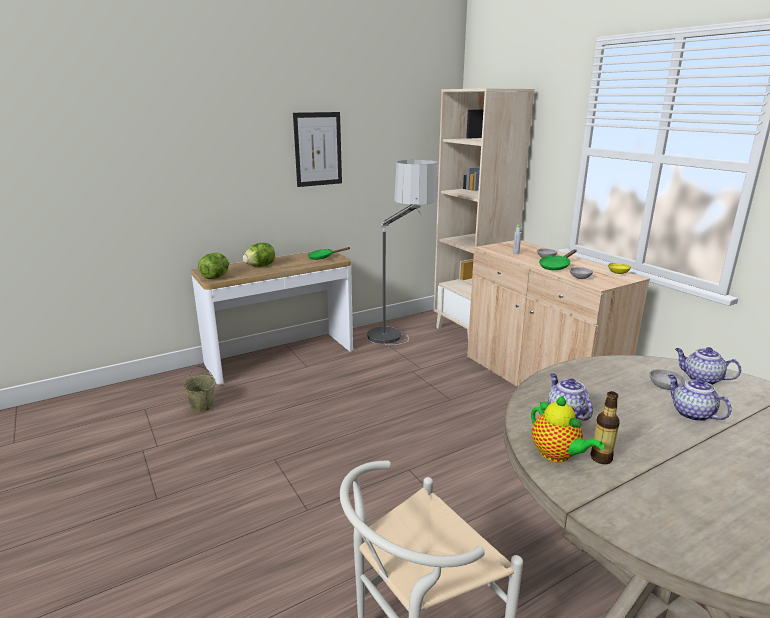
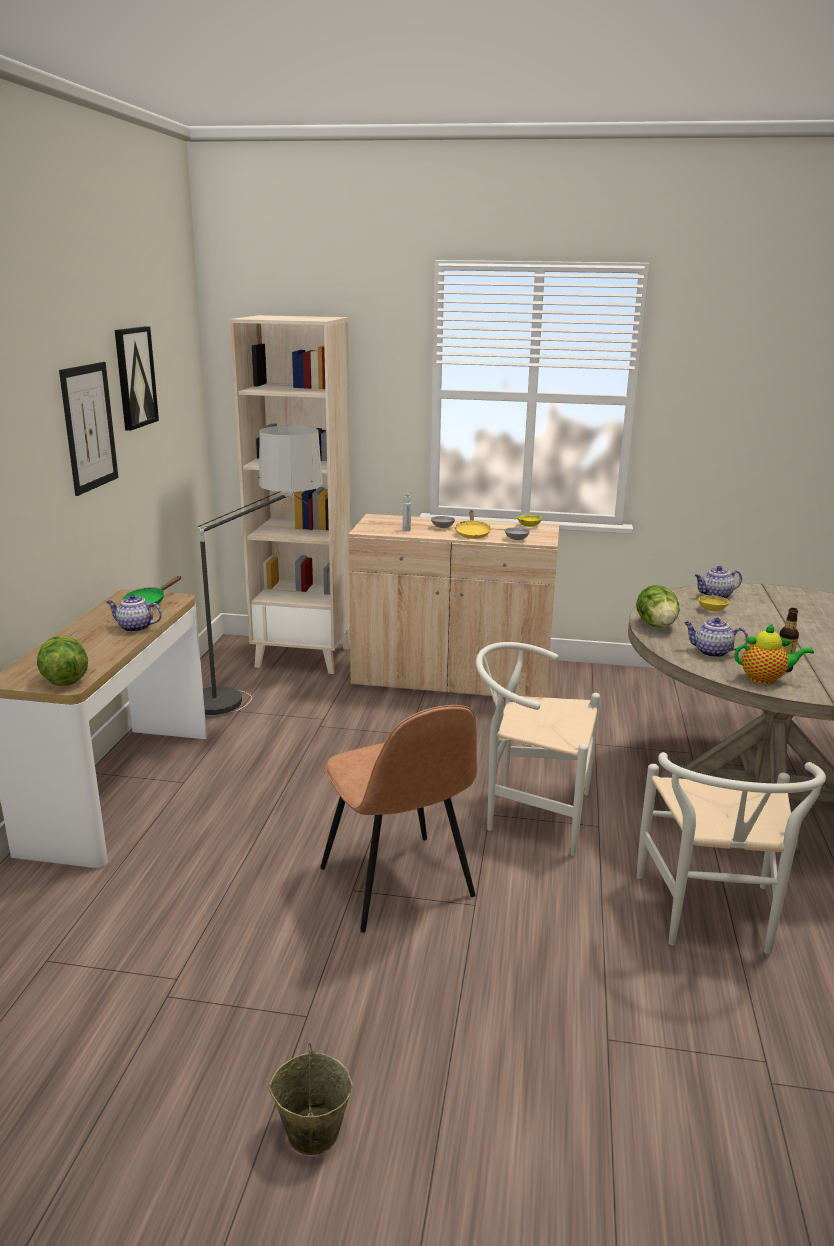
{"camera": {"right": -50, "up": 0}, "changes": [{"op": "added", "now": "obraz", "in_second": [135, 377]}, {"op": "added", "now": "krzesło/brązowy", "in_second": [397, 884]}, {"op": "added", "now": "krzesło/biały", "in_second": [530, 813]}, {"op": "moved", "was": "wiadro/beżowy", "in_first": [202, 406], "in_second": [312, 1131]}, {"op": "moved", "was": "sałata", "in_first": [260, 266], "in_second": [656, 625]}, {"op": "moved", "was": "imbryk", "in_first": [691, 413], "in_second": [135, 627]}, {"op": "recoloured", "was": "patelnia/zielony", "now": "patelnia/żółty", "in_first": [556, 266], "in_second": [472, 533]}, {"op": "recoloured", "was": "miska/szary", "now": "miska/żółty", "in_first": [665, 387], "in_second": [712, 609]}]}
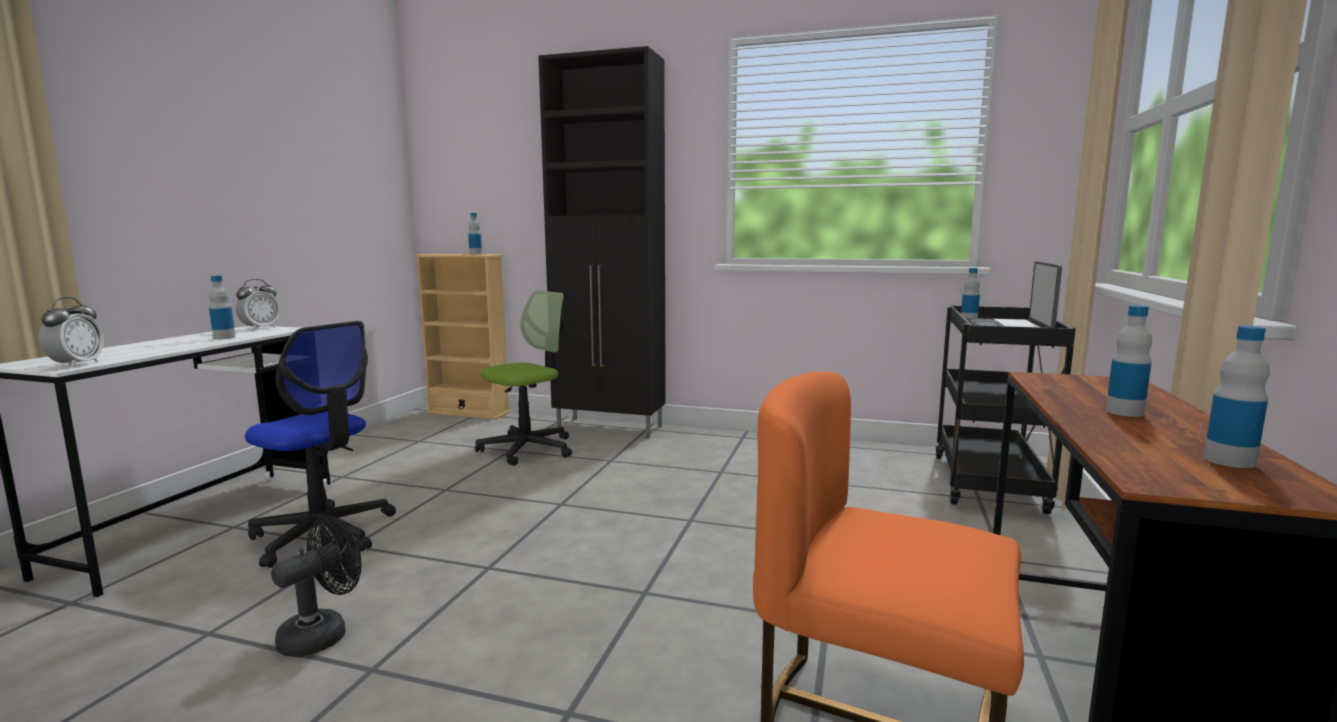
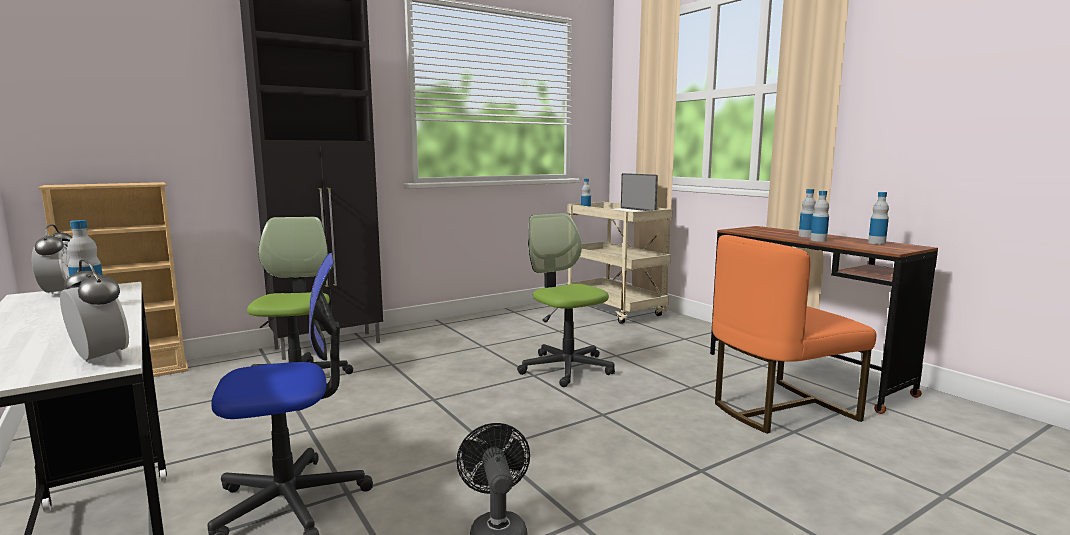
{"camera": {"right": -50, "up": 0}, "changes": [{"op": "added", "now": "krzesło biurowe", "in_second": [566, 368]}, {"op": "moved", "was": "butelka", "in_first": [475, 254], "in_second": [818, 240]}, {"op": "recoloured", "was": "wózek/czarny", "now": "wózek/beżowy", "in_first": [990, 485], "in_second": [615, 311]}]}
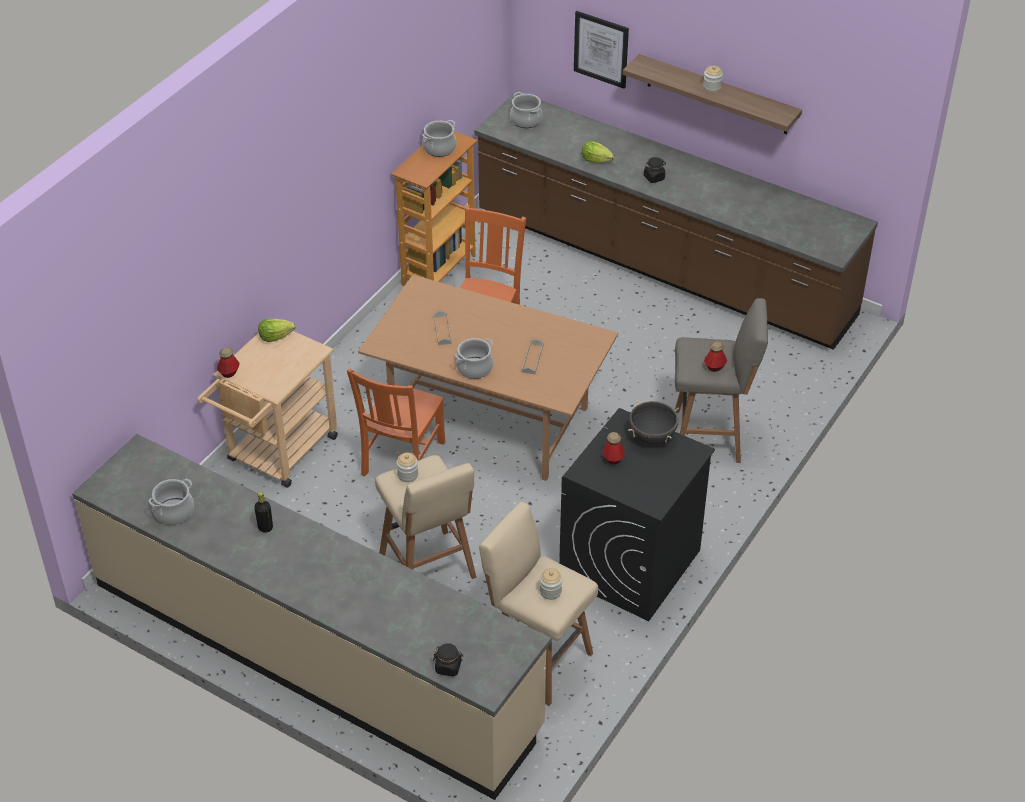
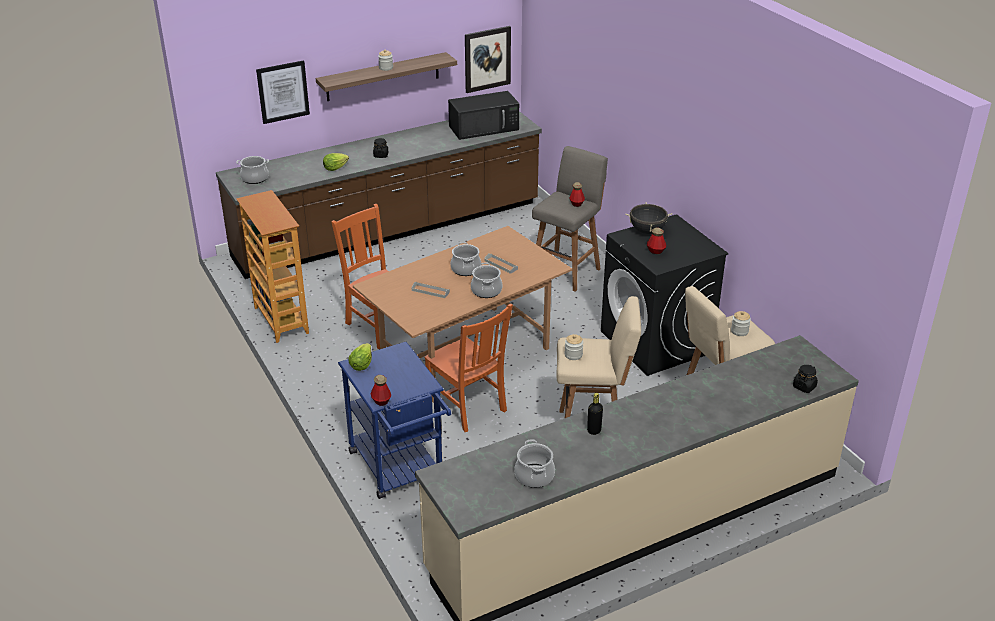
{"camera": {"right": -60, "up": -10}, "changes": [{"op": "added", "now": "mikrofalówka/czarny", "in_second": [484, 127]}, {"op": "added", "now": "obraz", "in_second": [487, 59]}, {"op": "moved", "was": "garnek", "in_first": [439, 148], "in_second": [466, 269]}, {"op": "recoloured", "was": "wózek/beżowy", "now": "wózek/niebieski", "in_first": [277, 454], "in_second": [400, 469]}]}
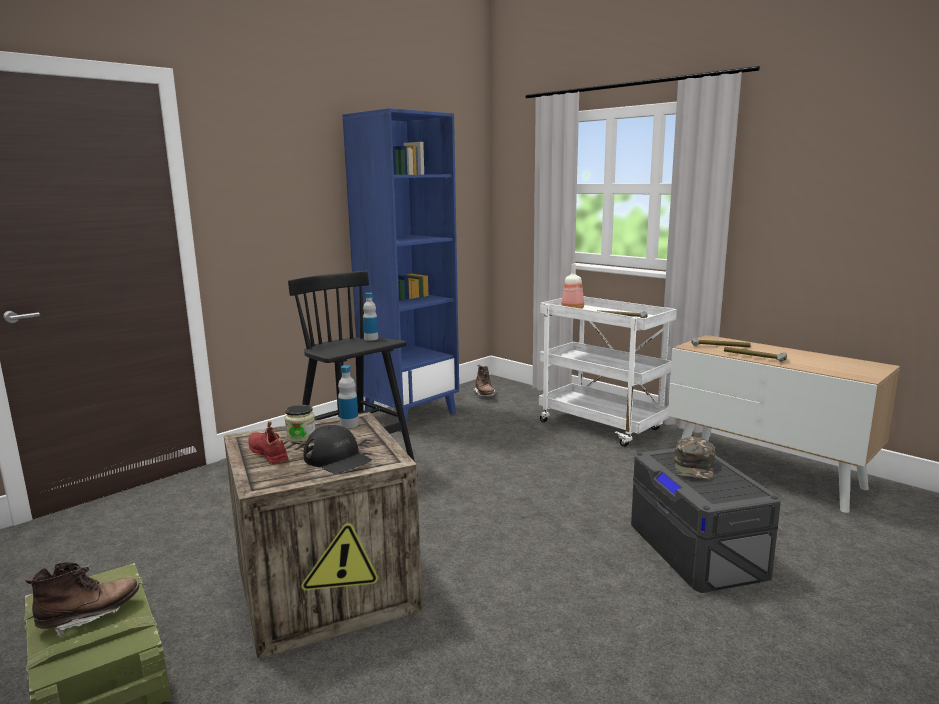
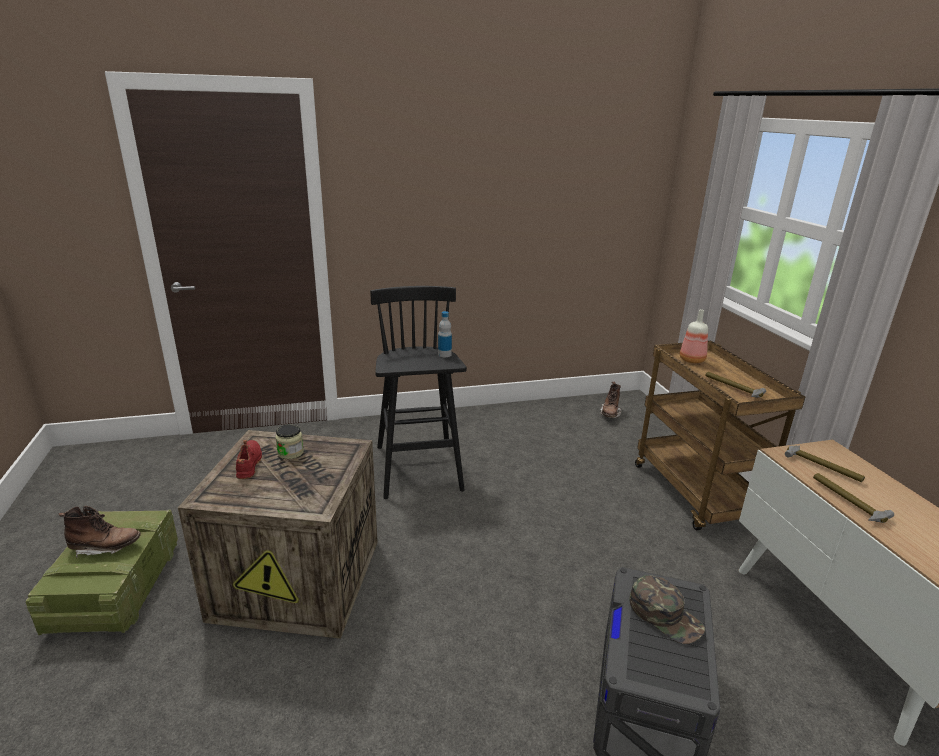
{"camera": {"right": 30, "up": 10}, "changes": [{"op": "removed", "was": "czapka z daszkiem/czarny", "in_first": [337, 459]}, {"op": "removed", "was": "butelka", "in_first": [349, 424]}, {"op": "removed", "was": "regał/niebieski", "in_first": [410, 415]}, {"op": "recoloured", "was": "wózek/biały", "now": "wózek/brązowy", "in_first": [602, 426], "in_second": [697, 494]}, {"op": "turned", "was": "czapka z daszkiem/zielony", "in_first": [694, 466], "in_second": [665, 615], "clockwise": -90}]}
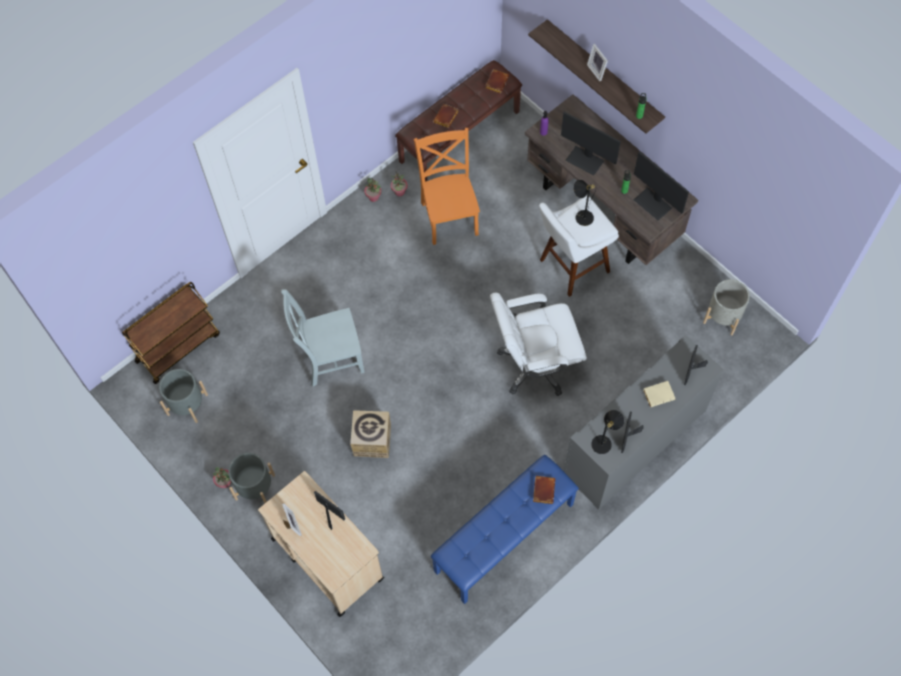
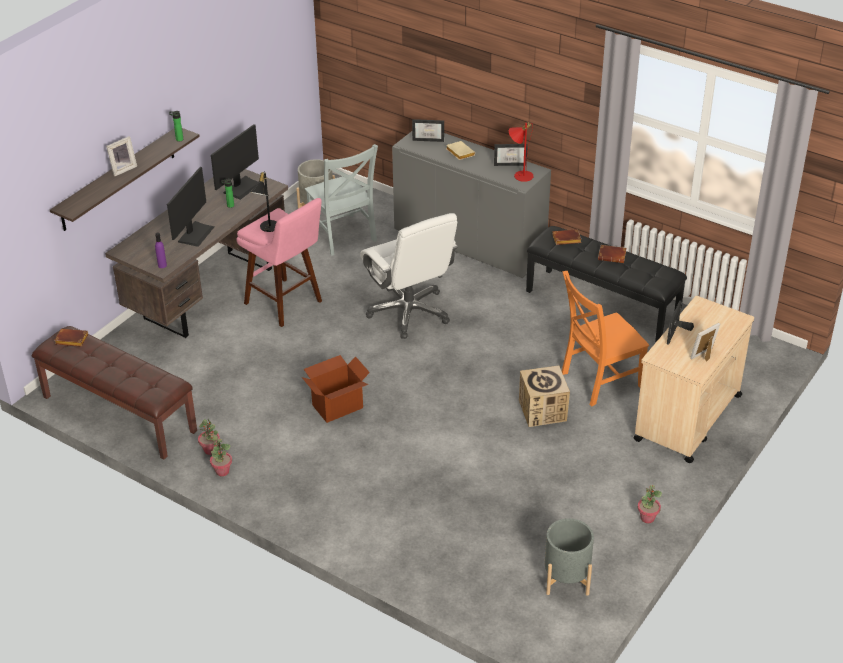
{"camera": {"right": -105, "up": -25}, "changes": [{"op": "removed", "was": "wózek/brązowy", "in_first": [178, 347]}, {"op": "removed", "was": "donica/szary", "in_first": [255, 487]}, {"op": "added", "now": "karton", "in_second": [337, 406]}, {"op": "moved", "was": "krzesło/szary", "in_first": [329, 358], "in_second": [343, 236]}, {"op": "moved", "was": "krzesło/pomarańczowy", "in_first": [449, 216], "in_second": [598, 381]}, {"op": "moved", "was": "książka/brązowy", "in_first": [446, 118], "in_second": [612, 256]}, {"op": "recoloured", "was": "ławka/niebieski", "now": "ławka/czarny", "in_first": [504, 538], "in_second": [602, 305]}, {"op": "recoloured", "was": "stołek/biały", "now": "stołek/różowy", "in_first": [570, 268], "in_second": [286, 304]}, {"op": "recoloured", "was": "lampa stołowa/czarny", "now": "lampa stołowa/czerwony", "in_first": [604, 442], "in_second": [520, 175]}]}
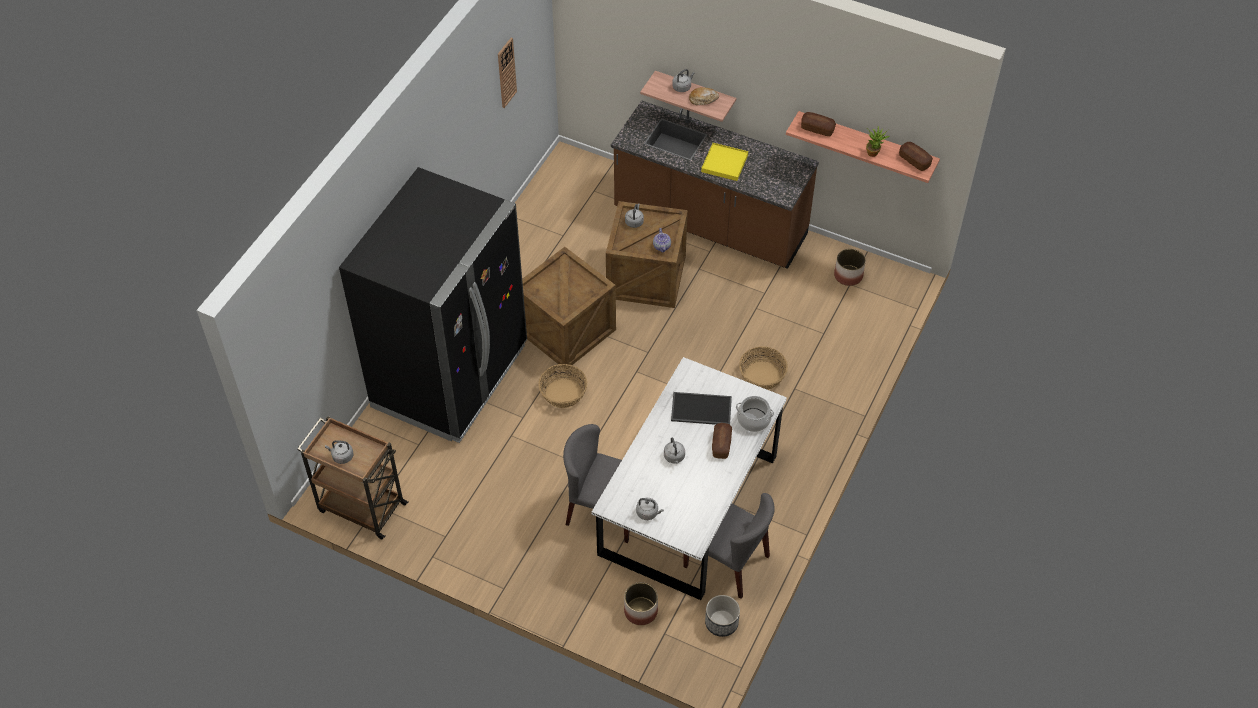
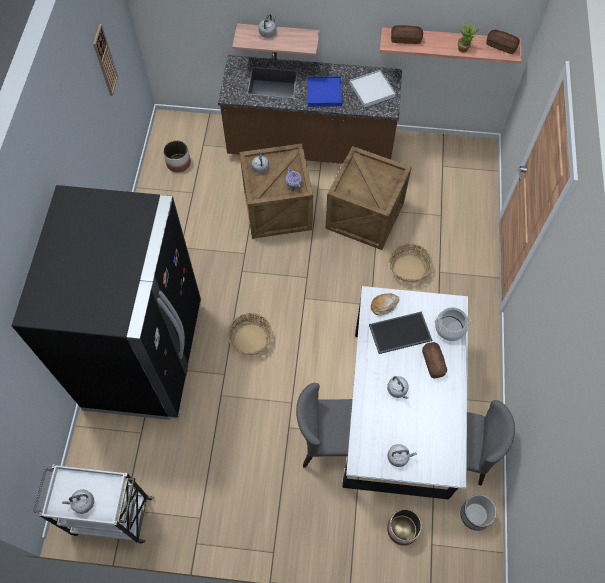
{"camera": {"right": -20, "up": 10}, "changes": [{"op": "added", "now": "taca/biały", "in_second": [372, 90]}, {"op": "moved", "was": "skrzynka", "in_first": [566, 329], "in_second": [364, 214]}, {"op": "moved", "was": "chleb", "in_first": [703, 99], "in_second": [384, 305]}, {"op": "moved", "was": "donica", "in_first": [848, 276], "in_second": [178, 163]}, {"op": "recoloured", "was": "wózek/brązowy", "now": "wózek/biały", "in_first": [360, 507], "in_second": [110, 516]}, {"op": "recoloured", "was": "taca/żółty", "now": "taca/niebieski", "in_first": [724, 163], "in_second": [324, 93]}]}
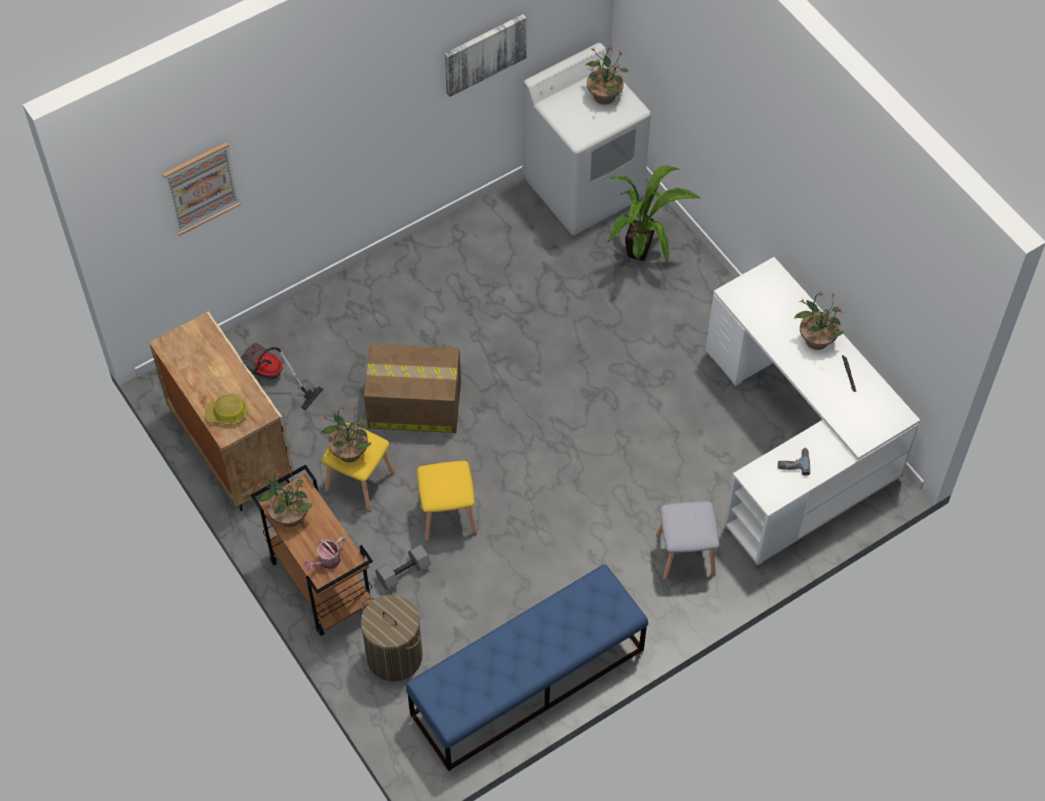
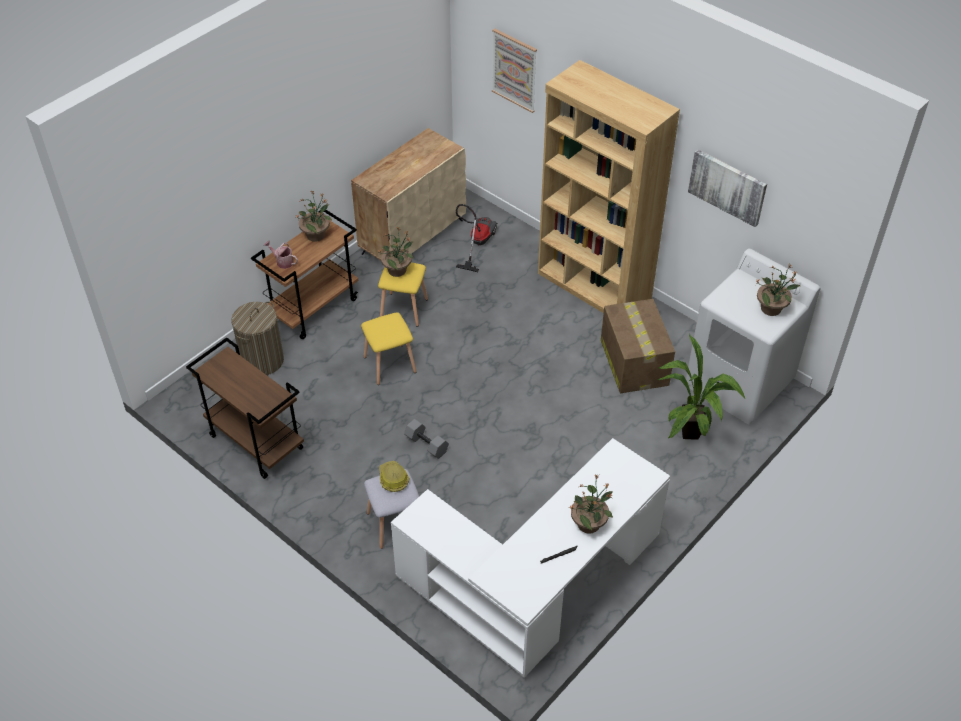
{"camera": {"right": 75, "up": -10}, "changes": [{"op": "removed", "was": "wiertarka", "in_first": [793, 462]}, {"op": "added", "now": "regał/brązowy", "in_second": [593, 287]}, {"op": "moved", "was": "kask", "in_first": [227, 413], "in_second": [393, 479]}, {"op": "moved", "was": "karton", "in_first": [413, 404], "in_second": [633, 361]}, {"op": "moved", "was": "hantel/szary", "in_first": [403, 571], "in_second": [427, 444]}, {"op": "replaced", "was": "ławka/niebieski", "now": "wózek/brązowy", "in_first": [527, 682], "in_second": [255, 442]}]}
